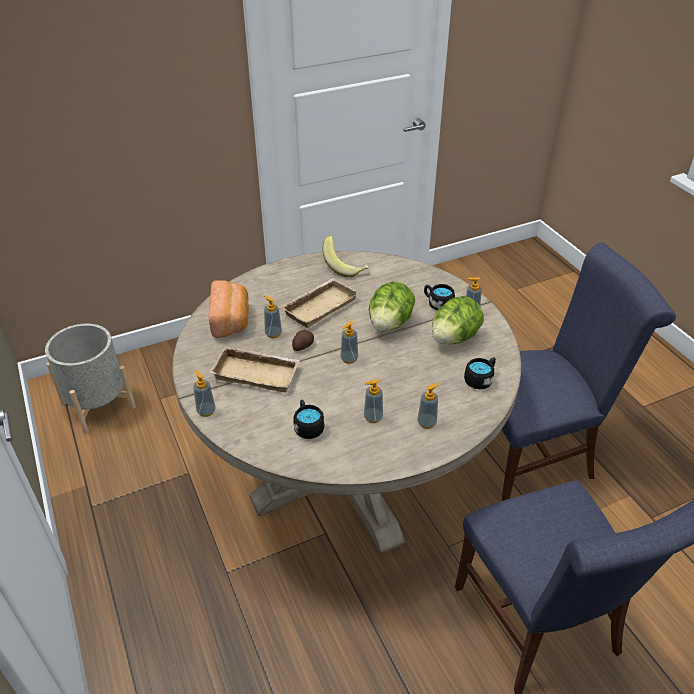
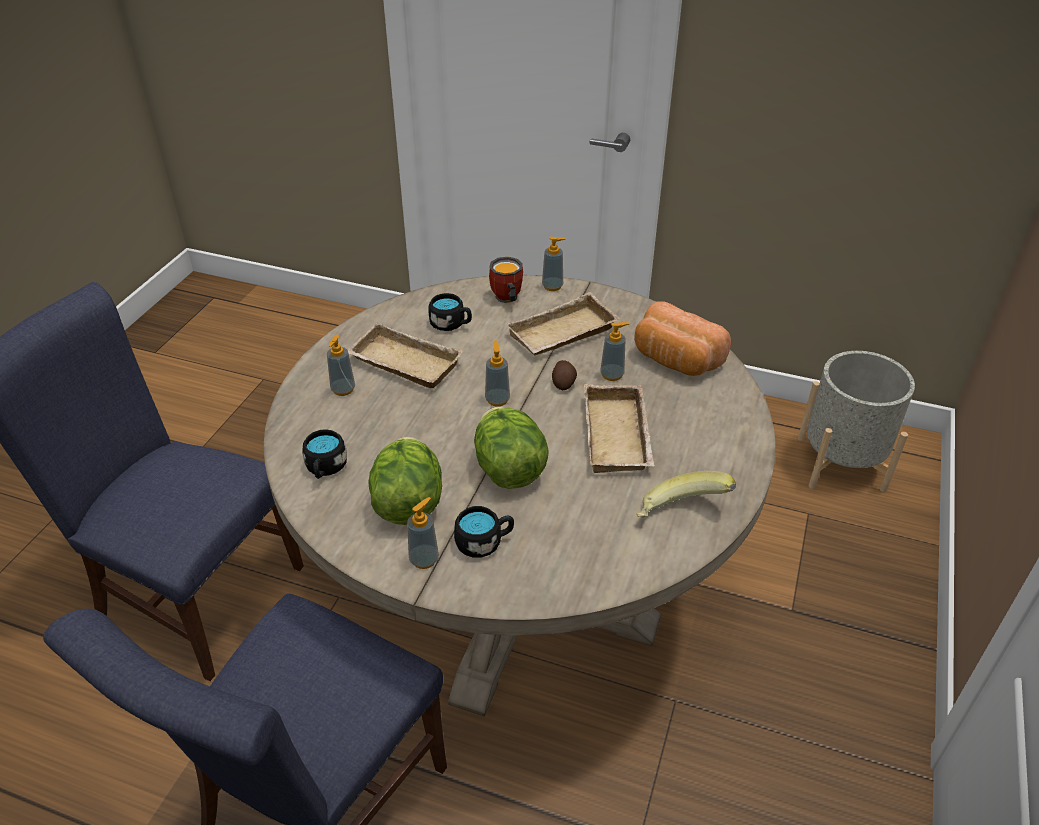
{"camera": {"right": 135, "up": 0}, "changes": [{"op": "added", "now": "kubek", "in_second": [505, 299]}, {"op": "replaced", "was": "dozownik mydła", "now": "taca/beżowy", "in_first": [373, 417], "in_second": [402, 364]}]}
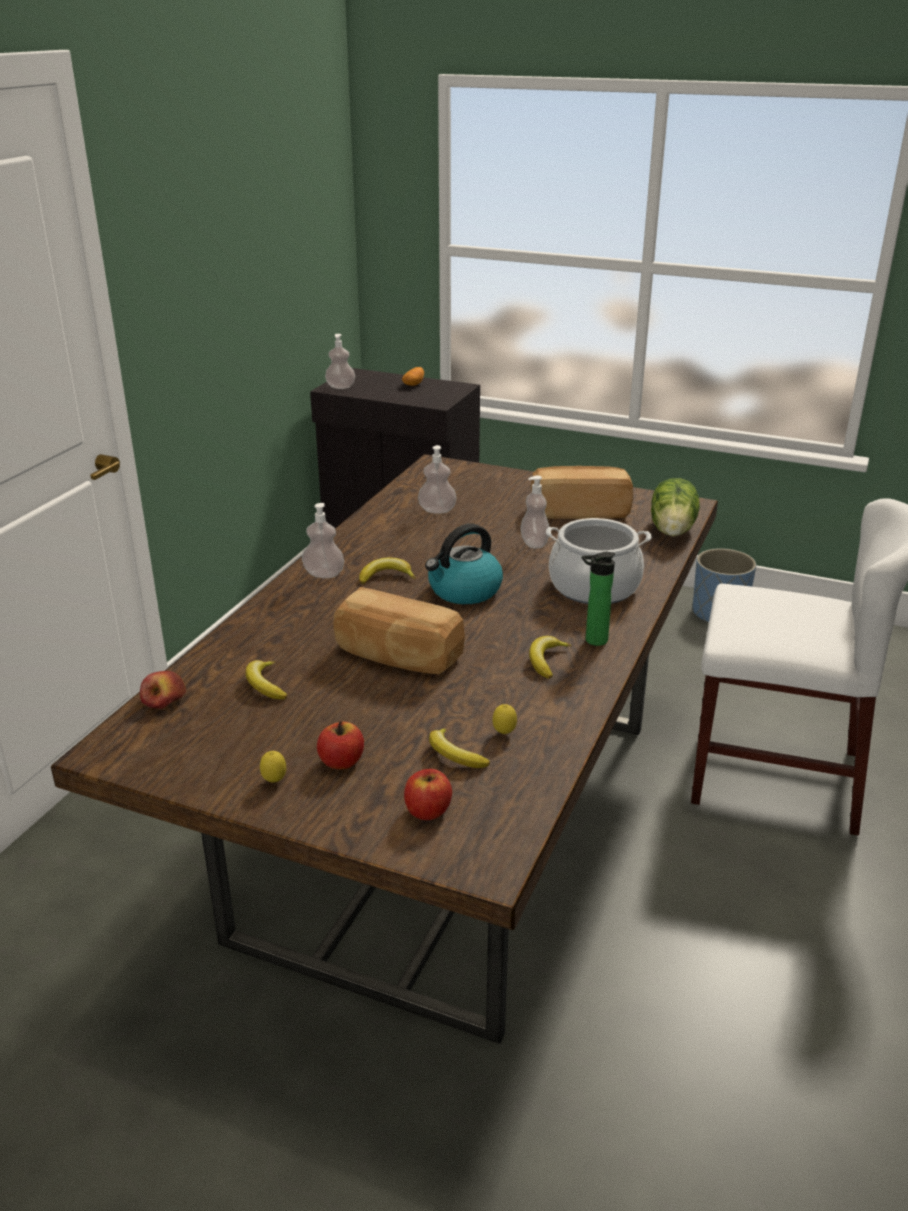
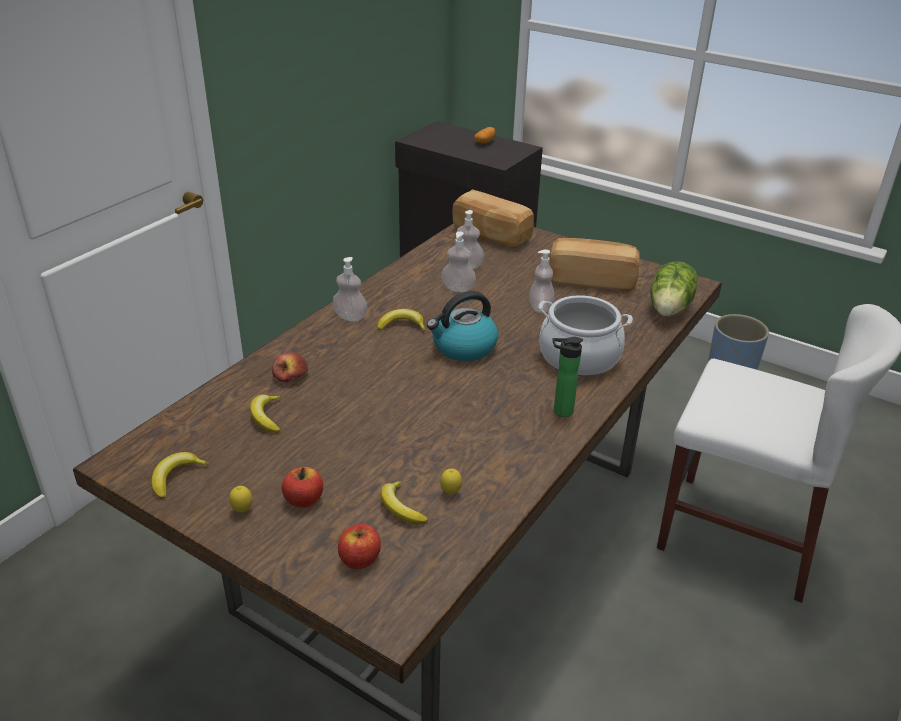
{"camera": {"right": 10, "up": 5}, "changes": [{"op": "moved", "was": "jabłko", "in_first": [165, 700], "in_second": [291, 376]}, {"op": "moved", "was": "dozownik mydła", "in_first": [340, 387], "in_second": [458, 288]}, {"op": "moved", "was": "chleb", "in_first": [398, 656], "in_second": [490, 235]}, {"op": "moved", "was": "banan", "in_first": [546, 660], "in_second": [176, 477]}]}
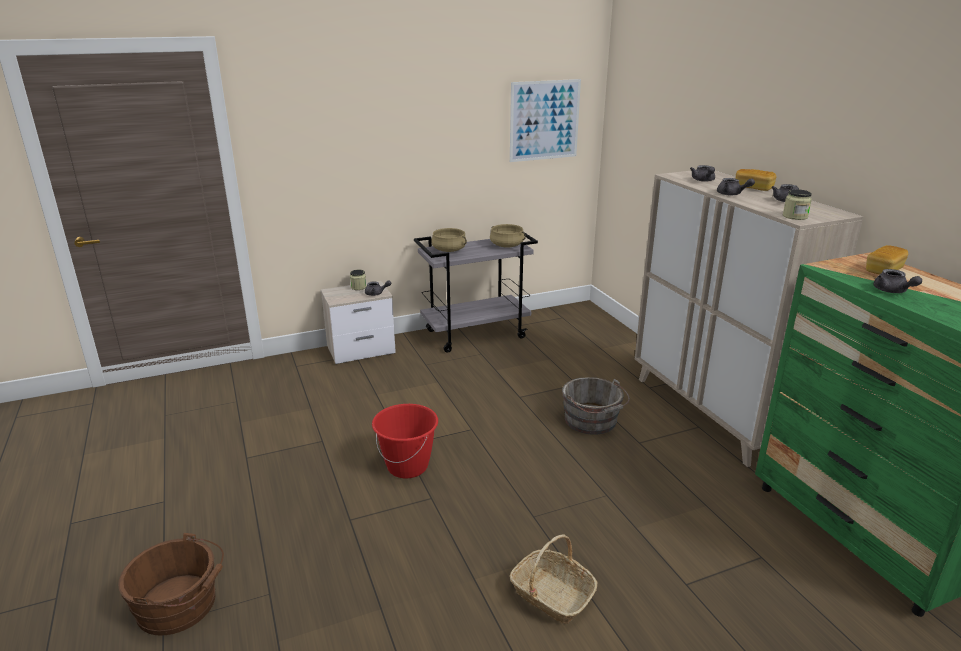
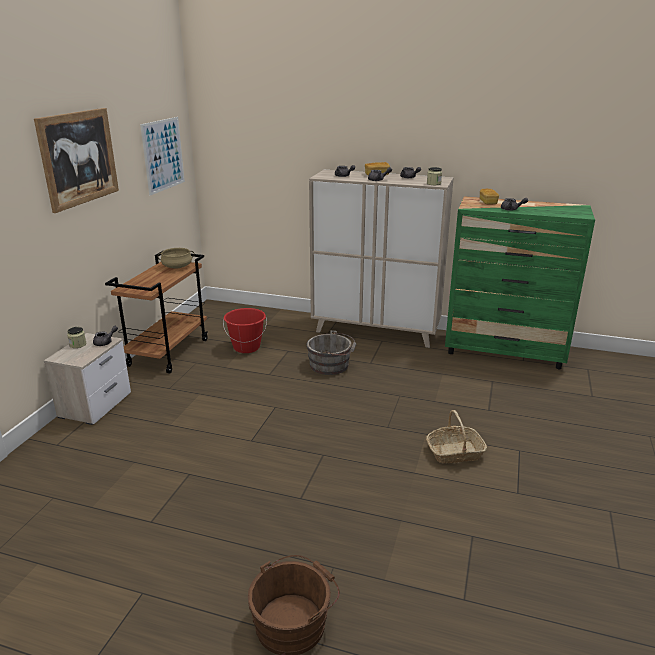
{"camera": {"right": -50, "up": 0}, "changes": [{"op": "removed", "was": "garnek/beżowy", "in_first": [449, 250]}, {"op": "added", "now": "obraz", "in_second": [79, 158]}, {"op": "moved", "was": "wiadro/czerwony", "in_first": [408, 466], "in_second": [246, 347]}, {"op": "recoloured", "was": "wózek/szary", "now": "wózek/brązowy", "in_first": [476, 334], "in_second": [168, 352]}]}
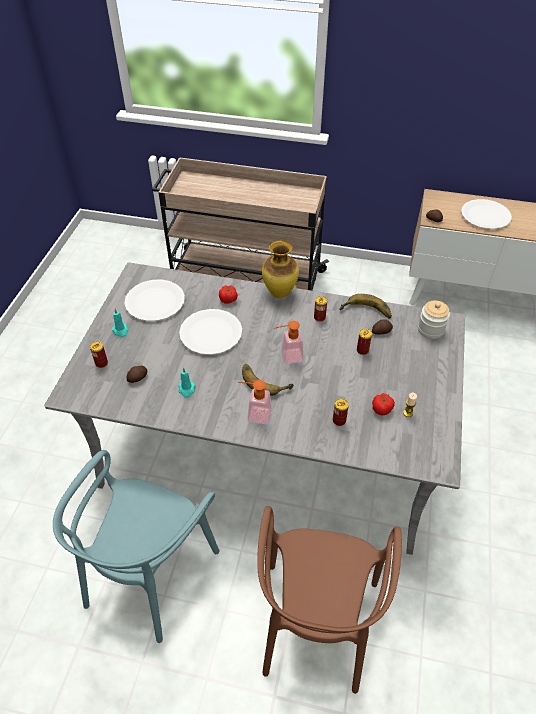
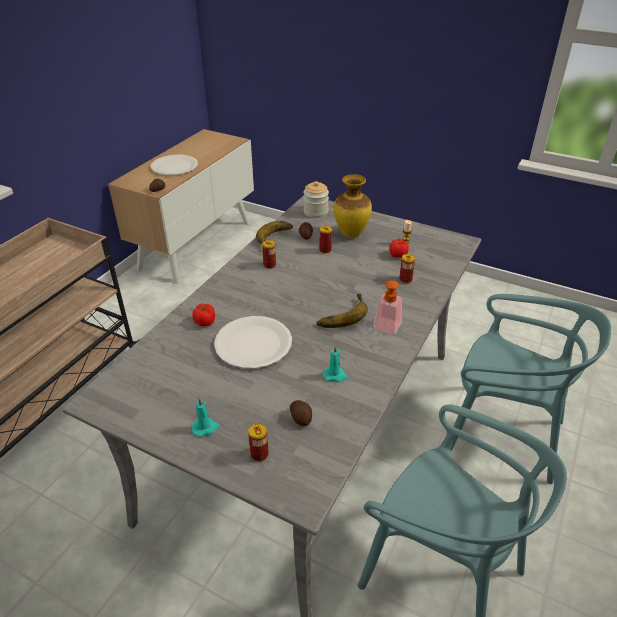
{"camera": {"right": -75, "up": -10}, "changes": [{"op": "removed", "was": "talerz/biały", "in_first": [155, 302]}, {"op": "removed", "was": "dozownik mydła", "in_first": [287, 357]}, {"op": "moved", "was": "wazon", "in_first": [280, 294], "in_second": [351, 234]}, {"op": "recoloured", "was": "krzesło/brązowy", "now": "krzesło/turkusowy", "in_first": [316, 623], "in_second": [502, 433]}]}
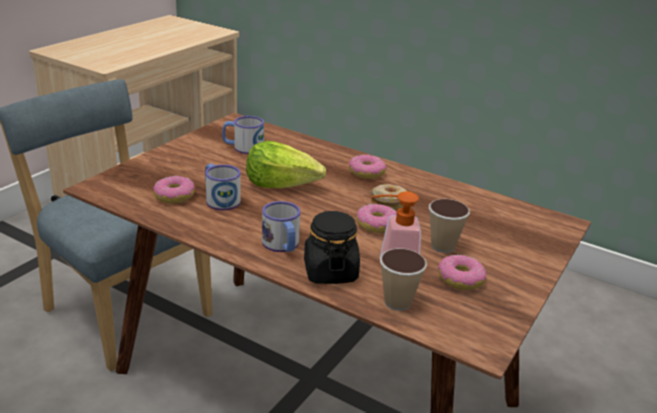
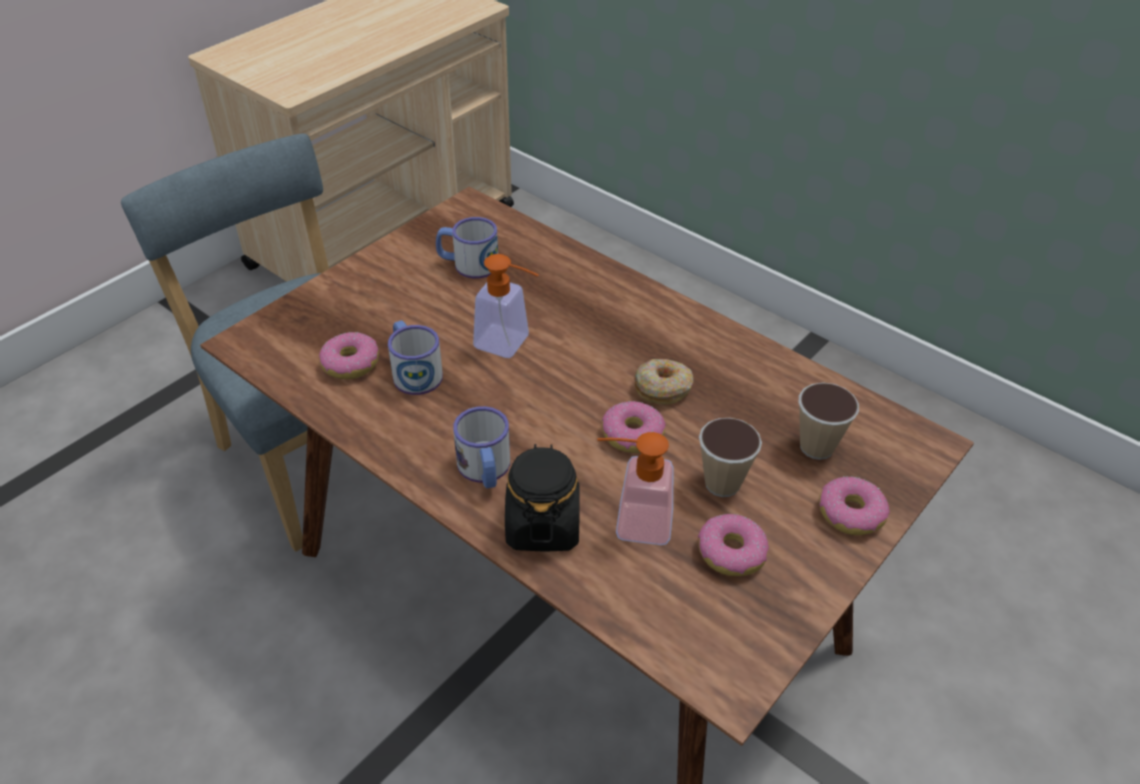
{"camera": {"right": 10, "up": 15}, "changes": [{"op": "moved", "was": "donut", "in_first": [366, 173], "in_second": [850, 514]}, {"op": "moved", "was": "filiżanka", "in_first": [397, 302], "in_second": [816, 447]}, {"op": "replaced", "was": "sałata", "now": "dozownik mydła", "in_first": [282, 184], "in_second": [510, 345]}]}
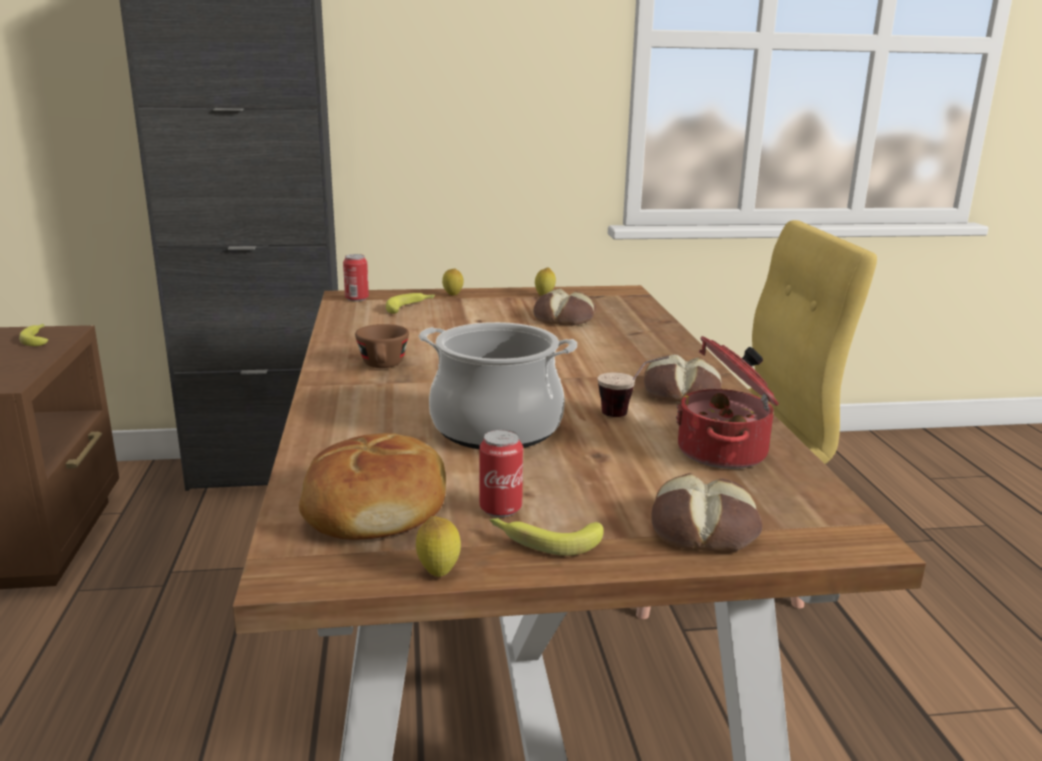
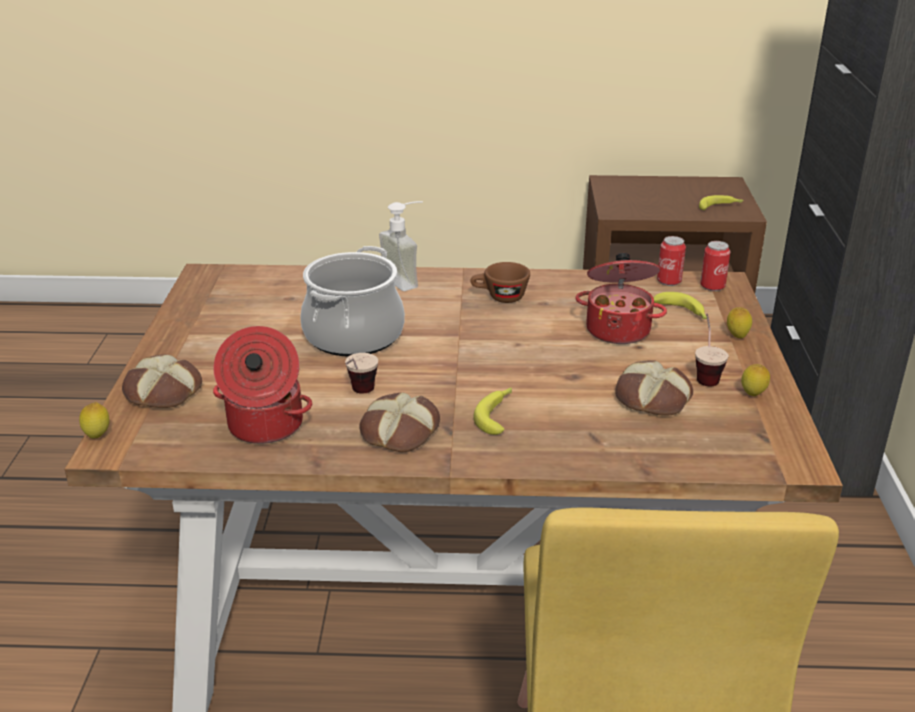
{"camera": {"right": 100, "up": 10}, "changes": [{"op": "removed", "was": "chleb", "in_first": [376, 507]}, {"op": "added", "now": "dozownik mydła", "in_second": [407, 279]}, {"op": "added", "now": "garnek", "in_second": [618, 329]}, {"op": "added", "now": "filiżanka", "in_second": [705, 374]}, {"op": "moved", "was": "cytryna", "in_first": [438, 572], "in_second": [98, 437]}, {"op": "moved", "was": "puszka", "in_first": [500, 508], "in_second": [669, 281]}, {"op": "moved", "was": "banan", "in_first": [544, 540], "in_second": [498, 415]}]}
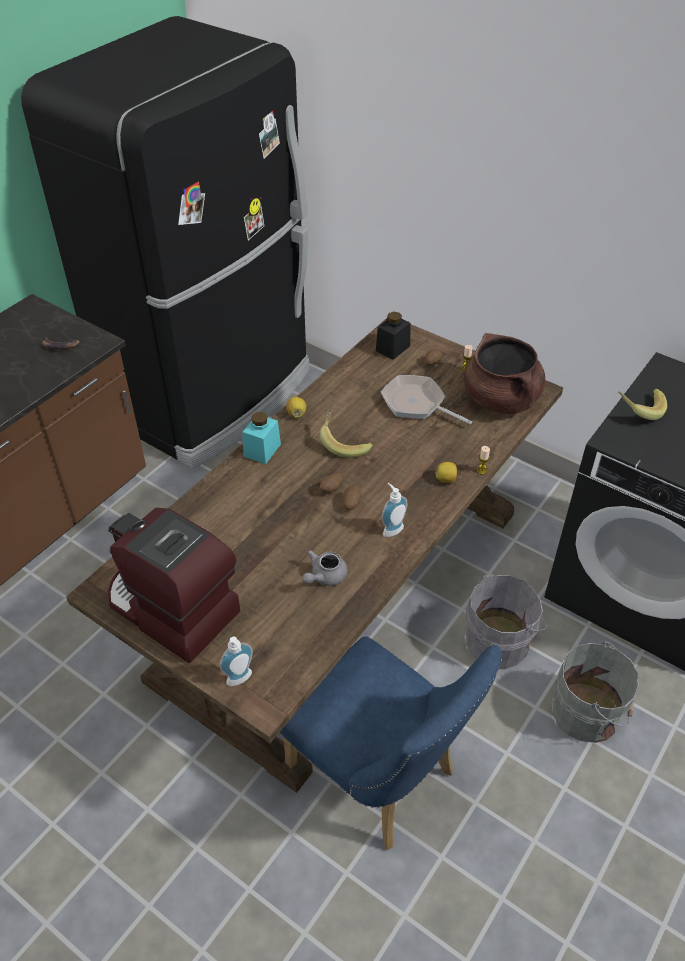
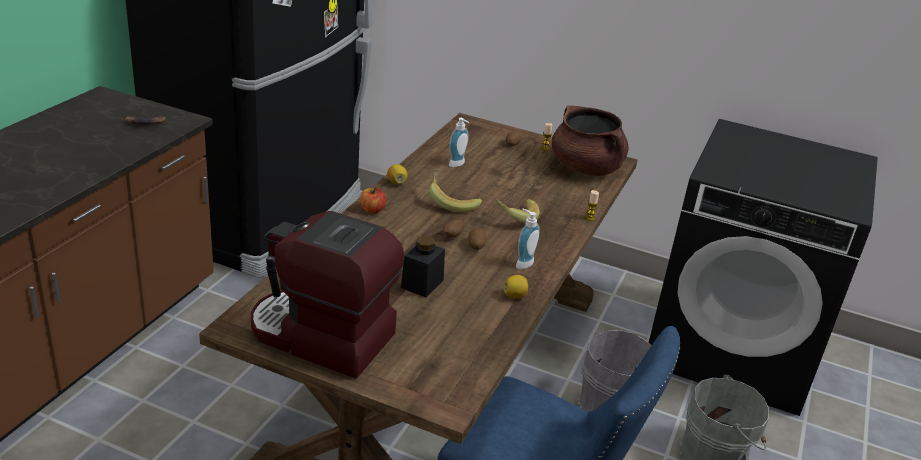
{"camera": {"right": -15, "up": -15}, "changes": [{"op": "removed", "was": "imbryk/szary", "in_first": [324, 576]}, {"op": "removed", "was": "patelnia", "in_first": [417, 404]}, {"op": "moved", "was": "dozownik mydła", "in_first": [241, 680], "in_second": [458, 165]}, {"op": "moved", "was": "słoik/czarny", "in_first": [392, 348], "in_second": [422, 284]}, {"op": "moved", "was": "cytryna", "in_first": [446, 479], "in_second": [515, 296]}, {"op": "moved", "was": "banan", "in_first": [638, 409], "in_second": [514, 217]}, {"op": "replaced", "was": "słoik/turkusowy", "now": "jabłko", "in_first": [262, 450], "in_second": [372, 210]}]}
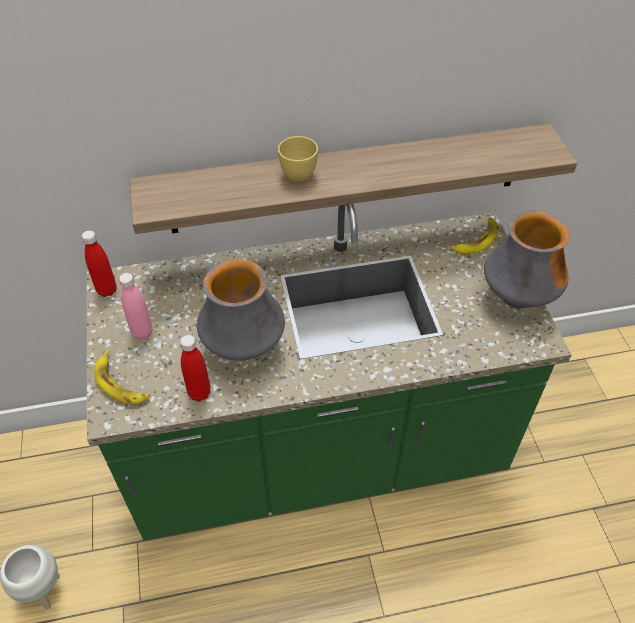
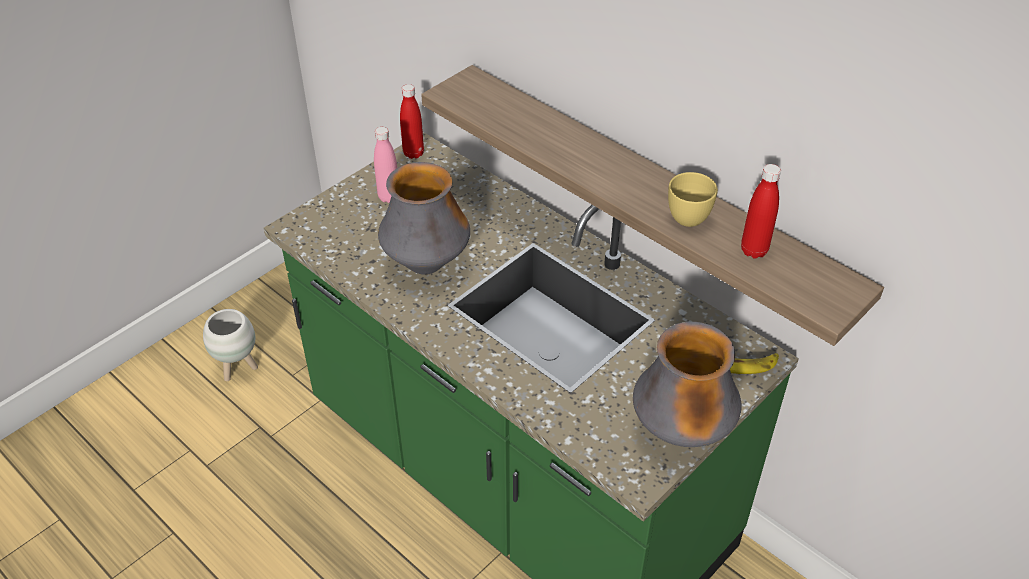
{"camera": {"right": 55, "up": -5}, "changes": [{"op": "removed", "was": "banan", "in_first": [121, 383]}, {"op": "moved", "was": "butelka/czerwony", "in_first": [199, 393], "in_second": [754, 250]}, {"op": "moved", "was": "filiżanka/żółty", "in_first": [296, 172], "in_second": [690, 214]}]}
